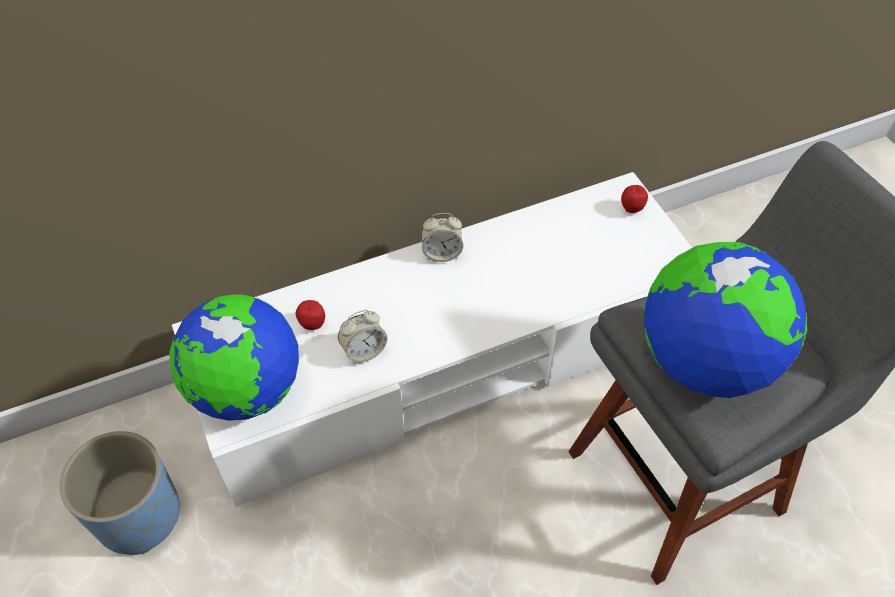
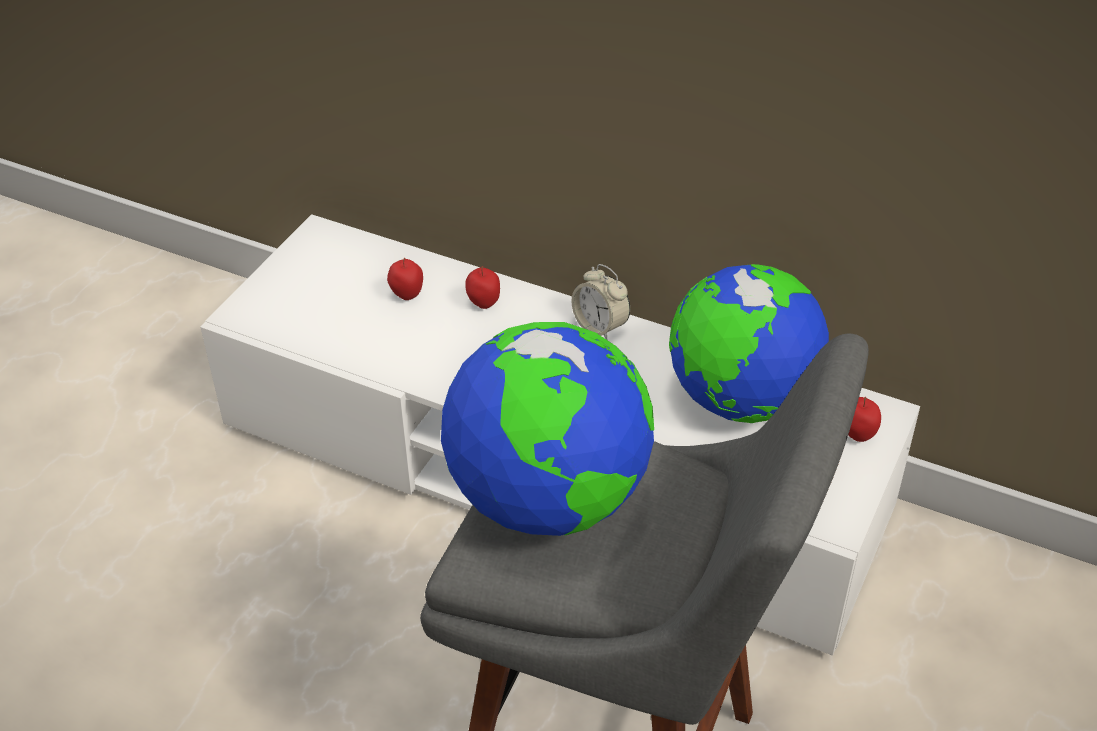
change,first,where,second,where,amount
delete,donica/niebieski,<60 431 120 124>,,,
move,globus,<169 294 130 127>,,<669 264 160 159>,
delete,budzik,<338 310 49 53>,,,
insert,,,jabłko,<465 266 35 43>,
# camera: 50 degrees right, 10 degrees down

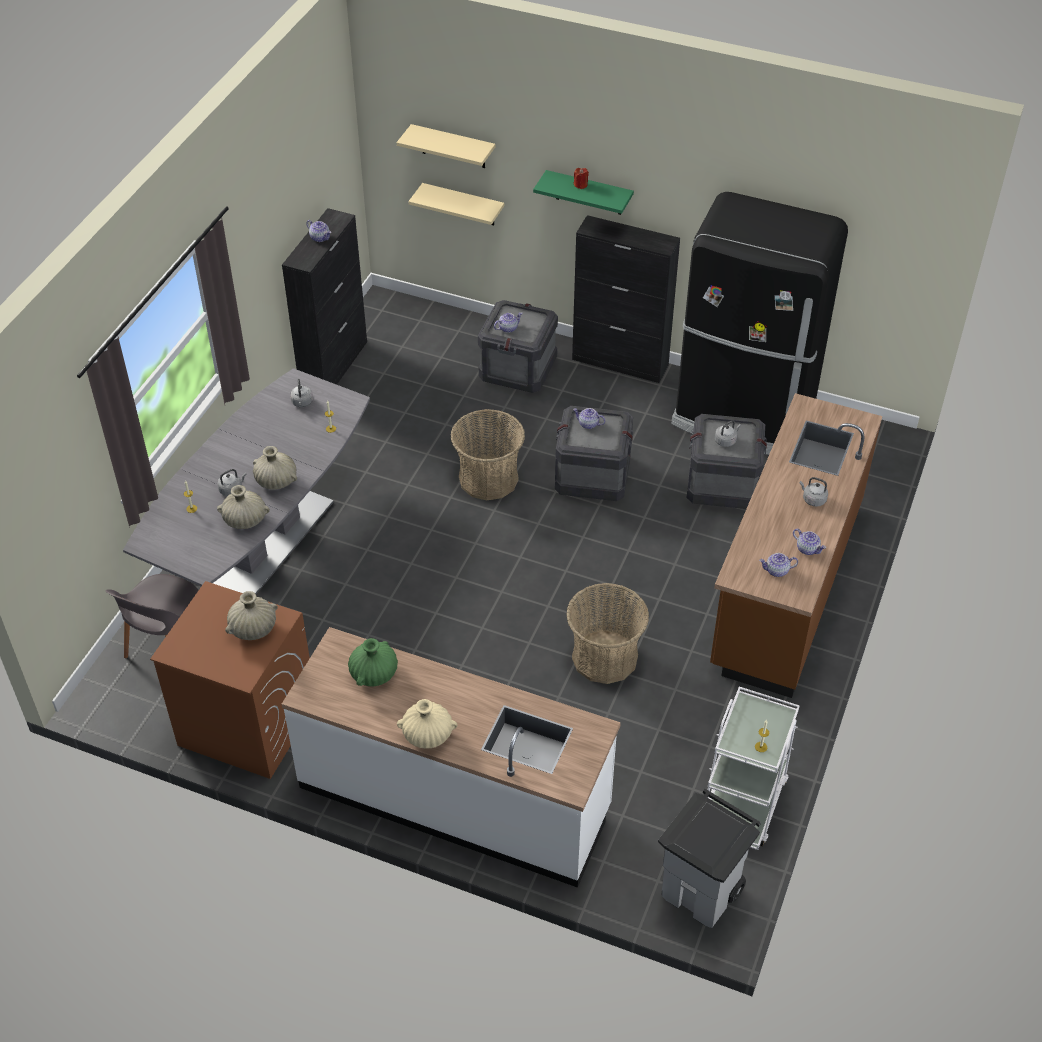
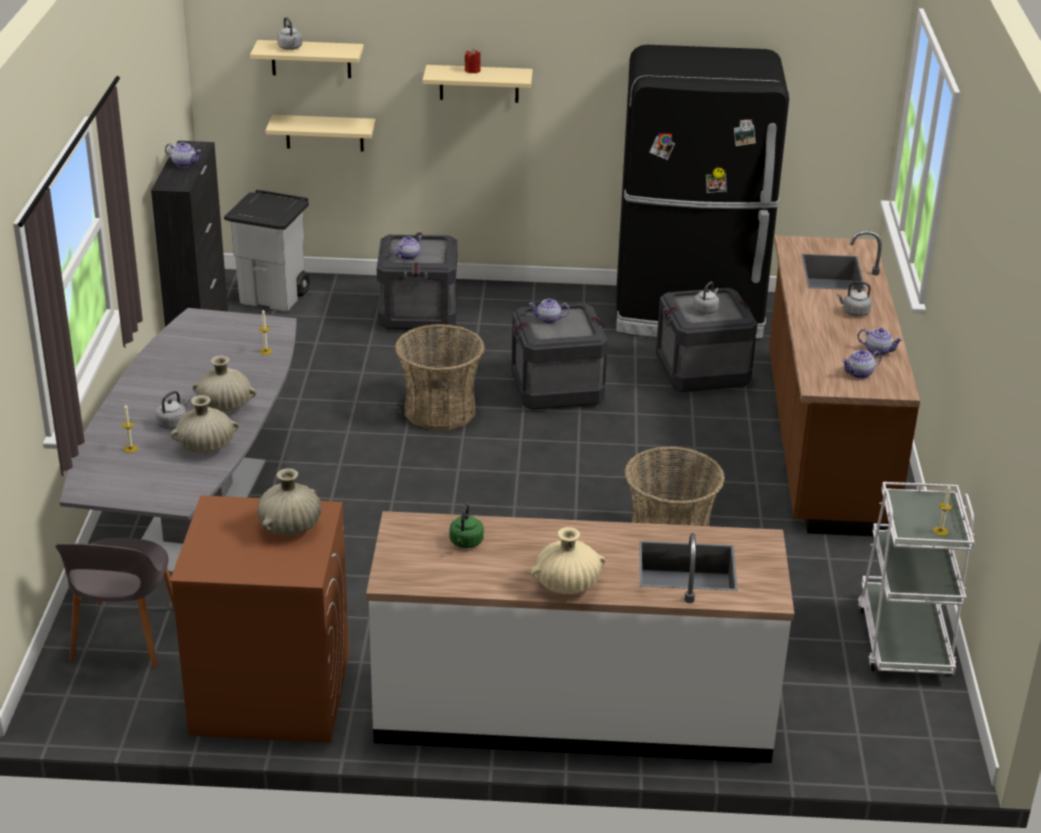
change,first,where,second,where,amount
move,czajnik/szary,<290 379 23 28>,,<277 17 25 33>,
replace,wazon/zielony,<348 638 50 48>,czajnik/zielony,<450 503 34 45>,
recolor,półka/zielony,<533 170 101 45>,półka/beżowy,<422 65 111 38>,
delete,szafka/czarny,<572 215 108 168>,,,
move,kosz na śmieci/szary,<658 789 103 139>,,<224 190 86 121>,
# camera: 20 degrees left, 15 degrees down

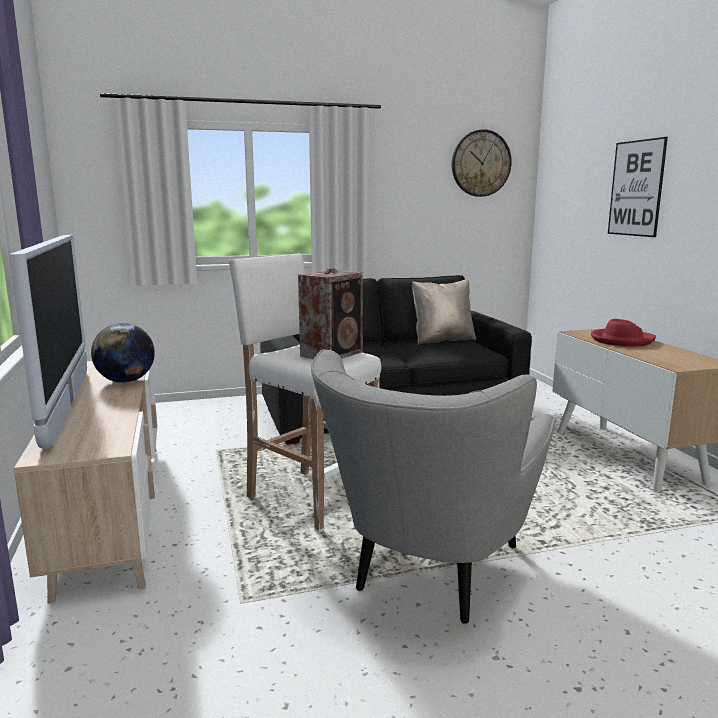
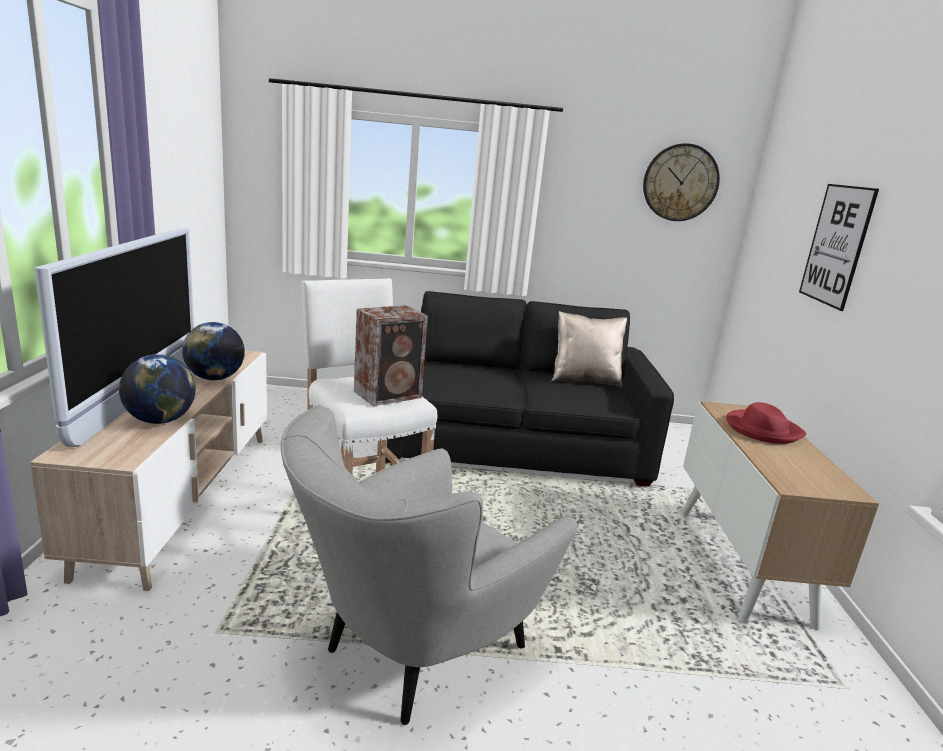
change,first,where,second,where,amount
insert,,,globus,<119 354 77 70>,
# camera: 15 degrees right, 5 degrees up

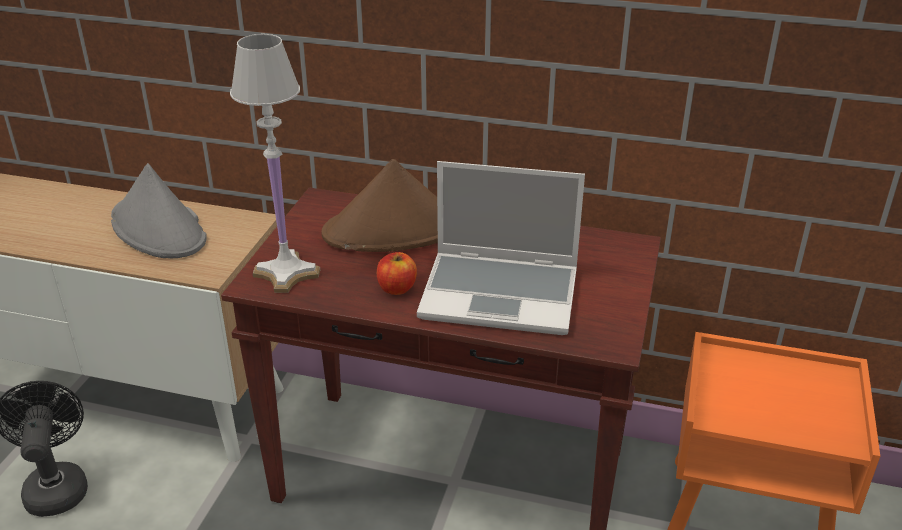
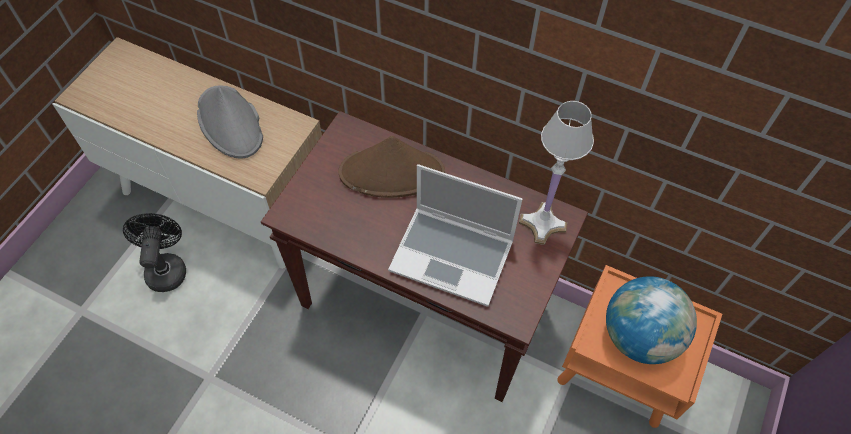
change,first,where,second,where,amount
move,lampa stołowa/biały,<230 34 90 259>,,<519 101 75 144>,
delete,jabłko,<377 252 40 43>,,,
insert,,,globus,<606 277 91 87>,
# camera: 10 degrees right, 25 degrees up

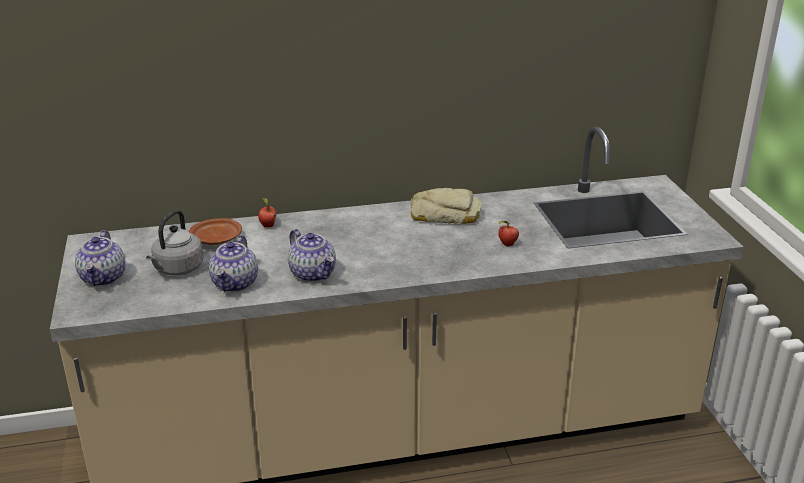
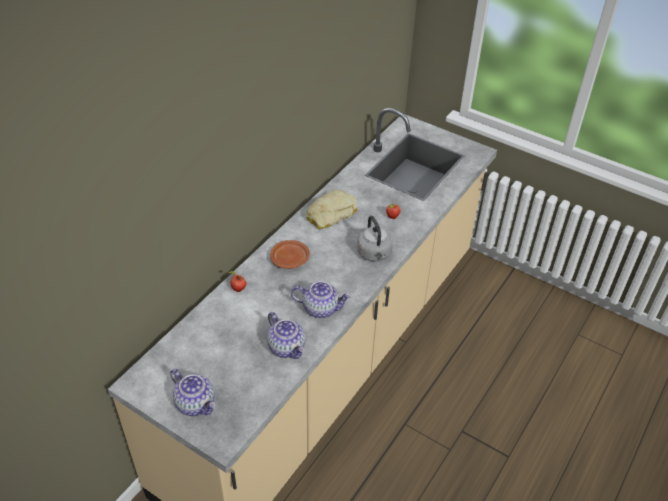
change,first,where,second,where,amount
move,czajnik/szary,<146 210 58 66>,,<357 216 36 45>,
move,talerz/brązowy,<189 218 53 27>,,<270 240 40 29>,
# camera: 45 degrees left, 15 degrees up

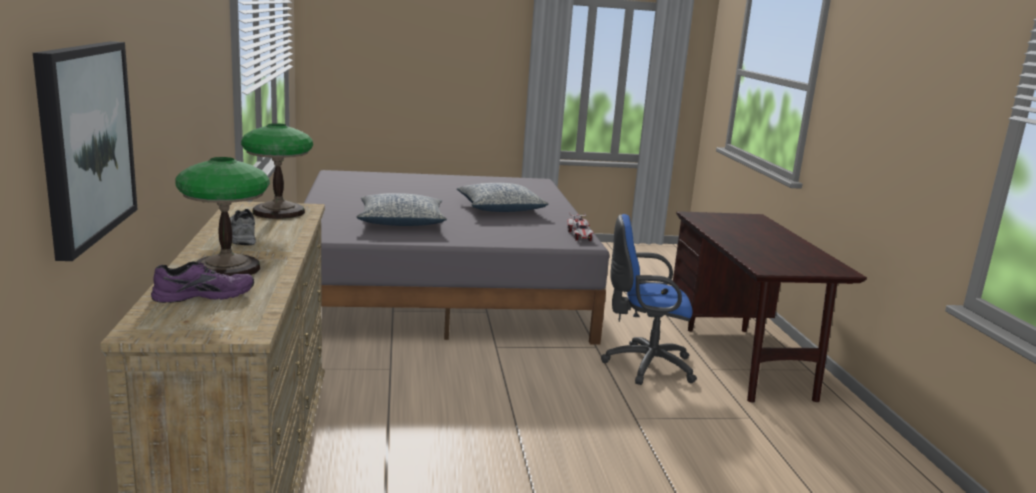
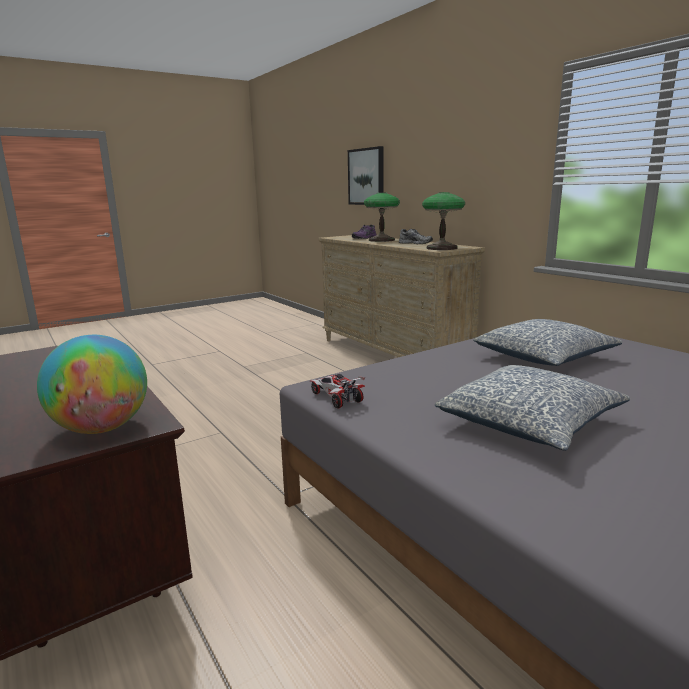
change,first,where,second,where,amount
delete,krzesło biurowe/niebieski,<601 214 96 171>,,,
insert,,,globus,<37 335 110 99>,
# camera: 155 degrees right, 0 degrees up

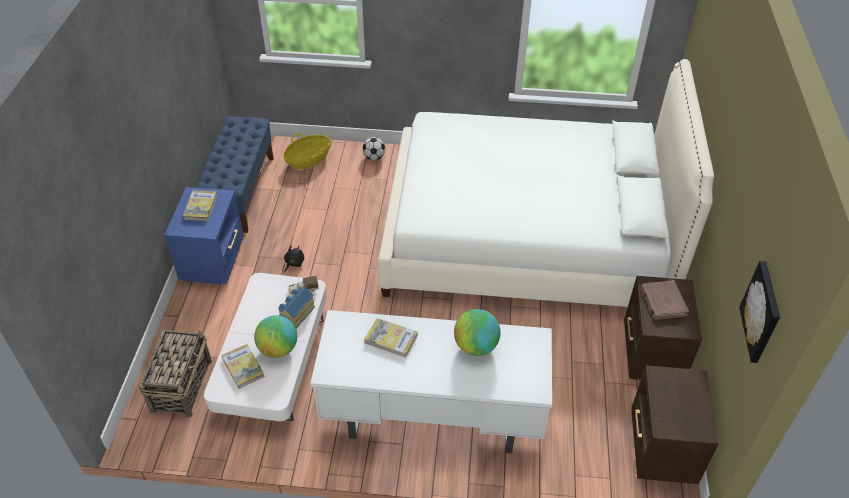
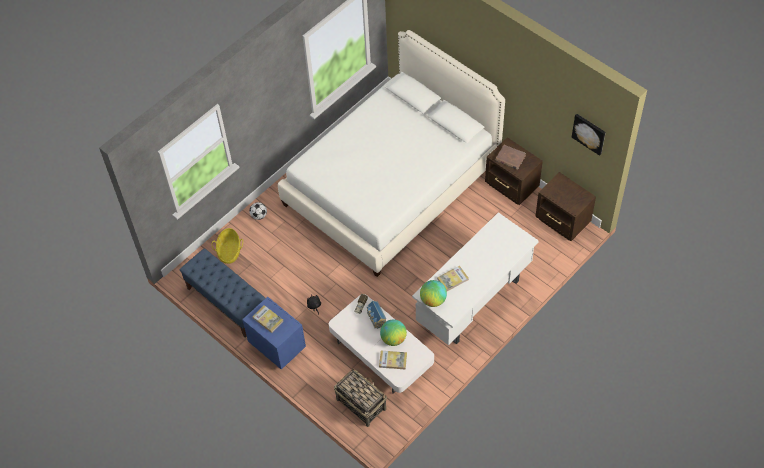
change,first,where,second,where,amount
move,globus,<454 309 47 47>,,<420 280 27 27>,
# camera: 50 degrees left, 10 degrees up

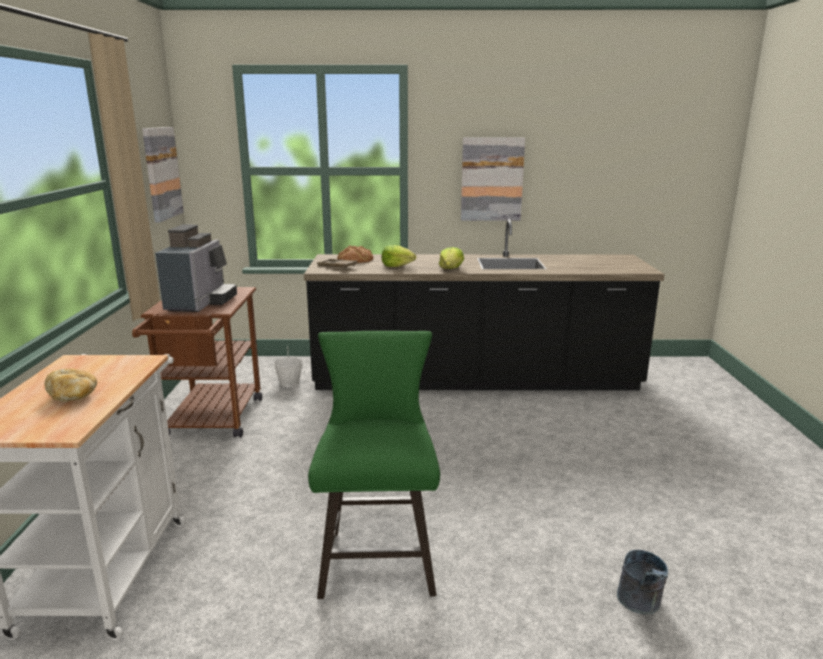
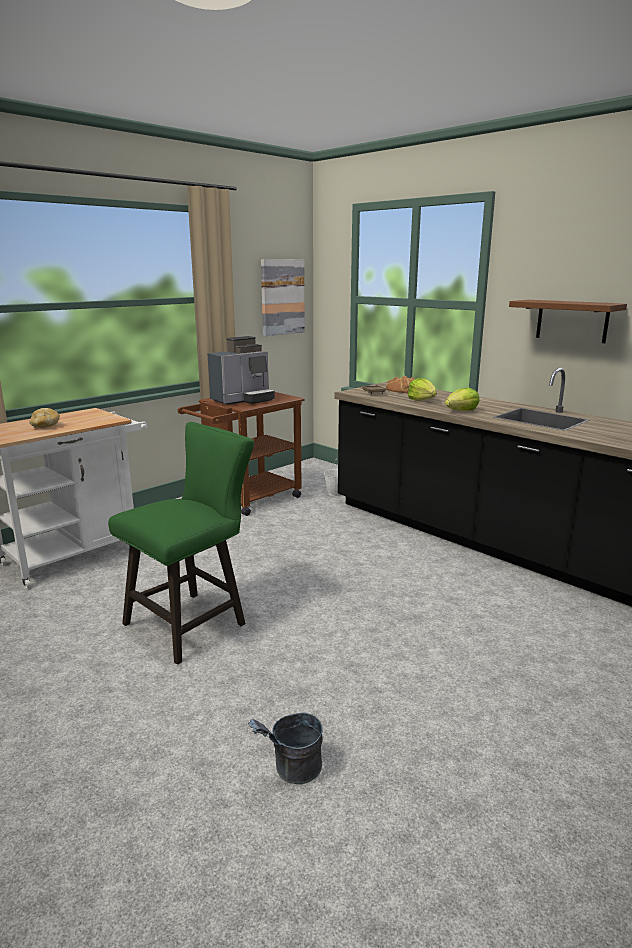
change,first,where,second,where,amount
replace,obraz,<461 137 64 84>,półka/brązowy,<509 300 118 43>,
# camera: 45 degrees right, 0 degrees up

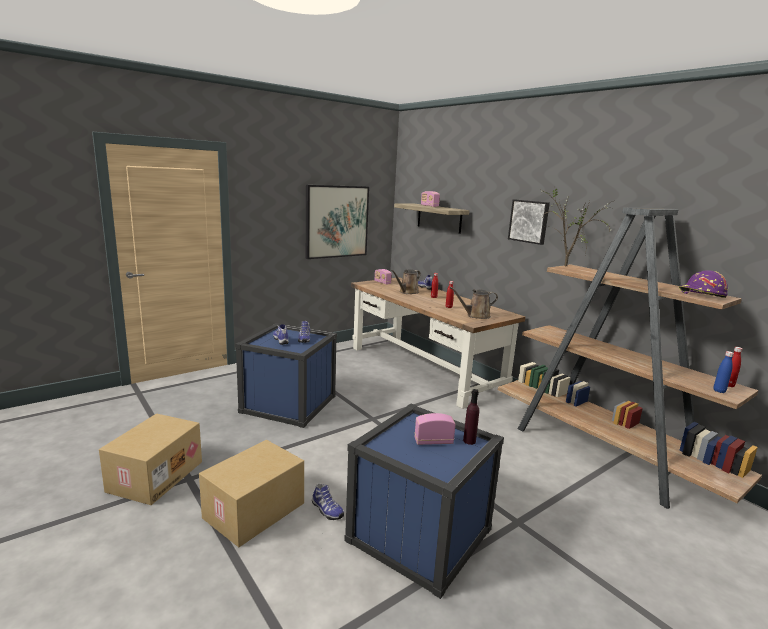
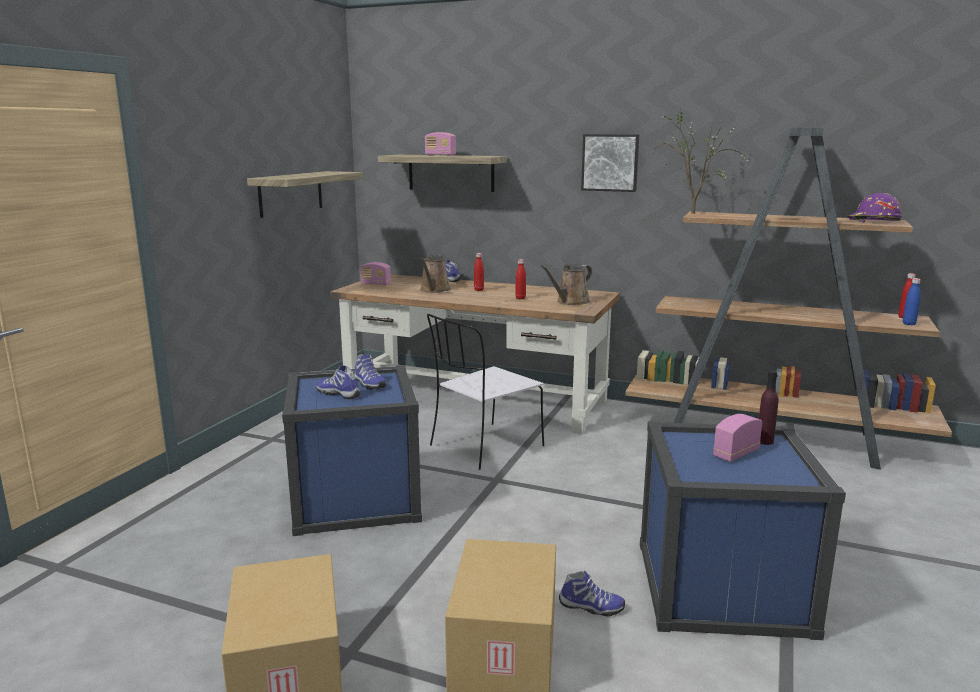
change,first,where,second,where,amount
replace,obraz,<306 185 63 74>,półka,<247 171 116 47>,
insert,,,krzesło/biały,<427 314 117 156>,
# camera: 30 degrees left, 0 degrees up

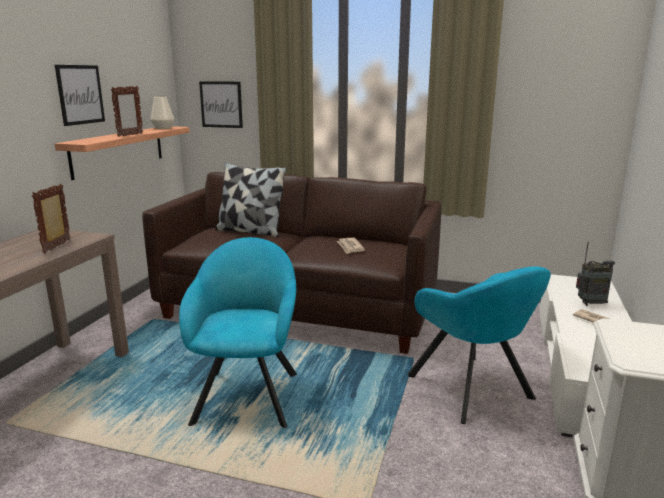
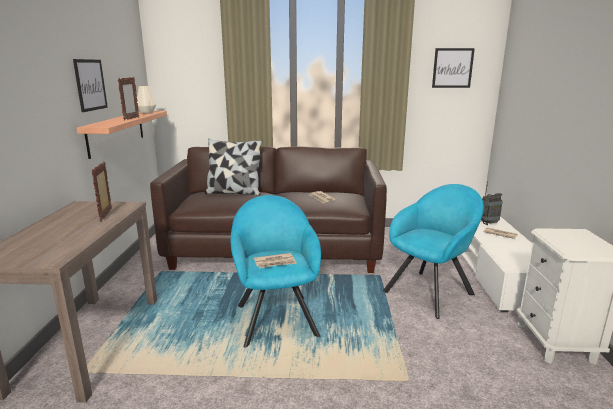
change,first,where,second,where,amount
move,obraz,<199 81 44 47>,,<432 48 43 40>,
rotate,fotel/turkusowy,<407 266 144 158>,,<383 184 101 135>,90 degrees counterclockwise
insert,,,gazeta,<254 253 43 15>,
# camera: 15 degrees left, 0 degrees up

